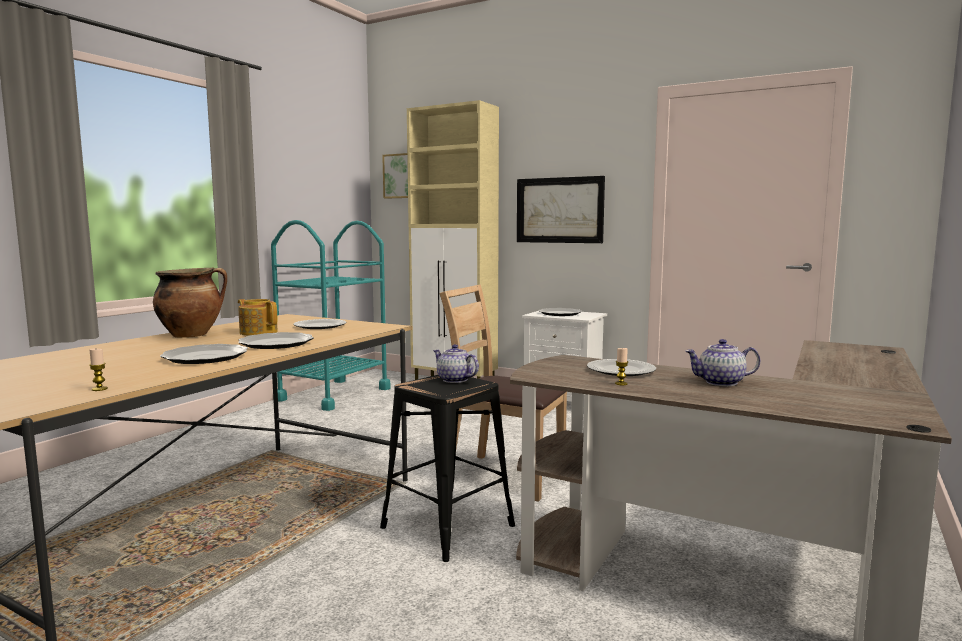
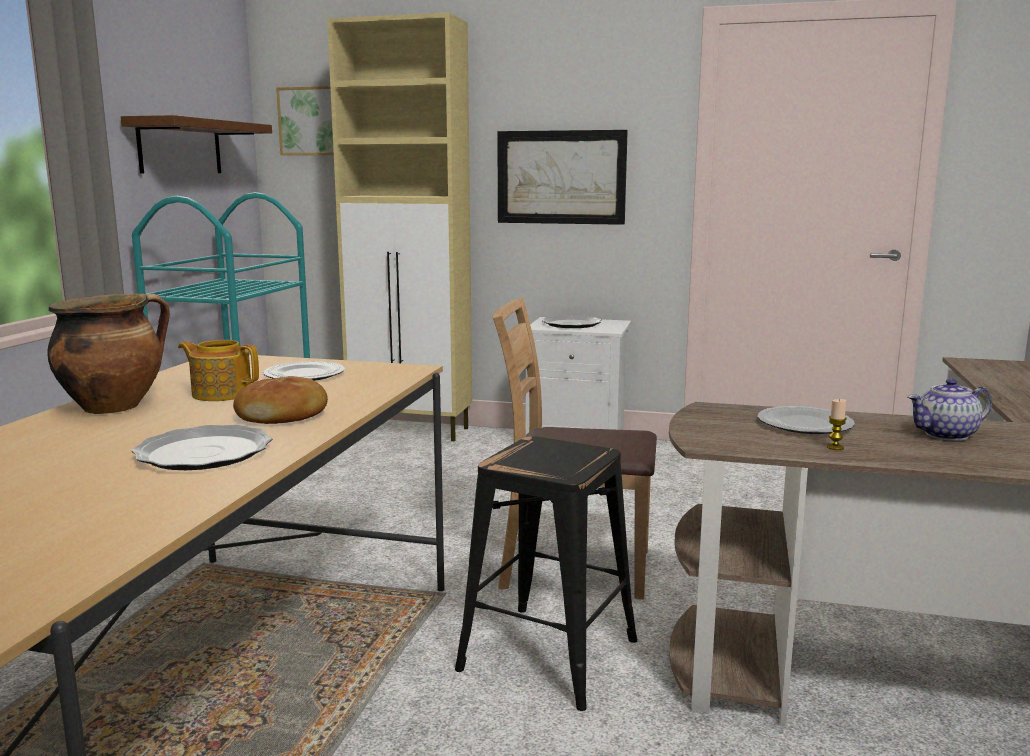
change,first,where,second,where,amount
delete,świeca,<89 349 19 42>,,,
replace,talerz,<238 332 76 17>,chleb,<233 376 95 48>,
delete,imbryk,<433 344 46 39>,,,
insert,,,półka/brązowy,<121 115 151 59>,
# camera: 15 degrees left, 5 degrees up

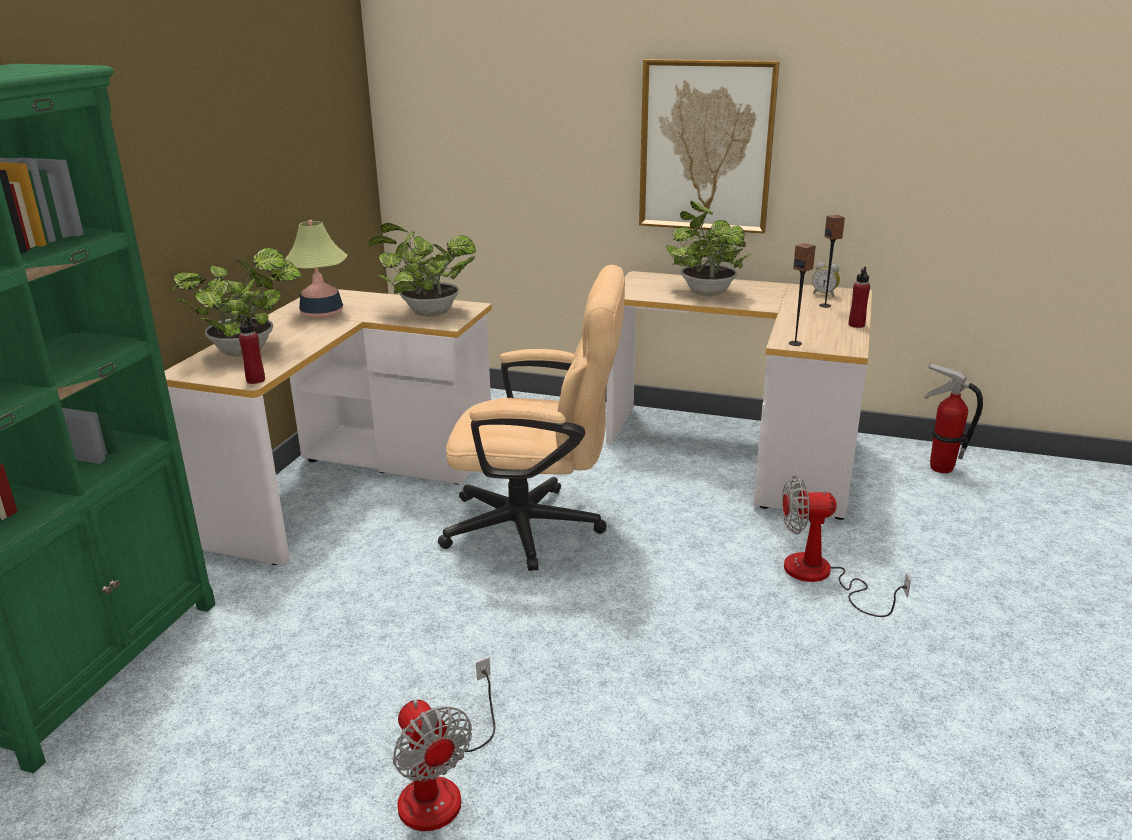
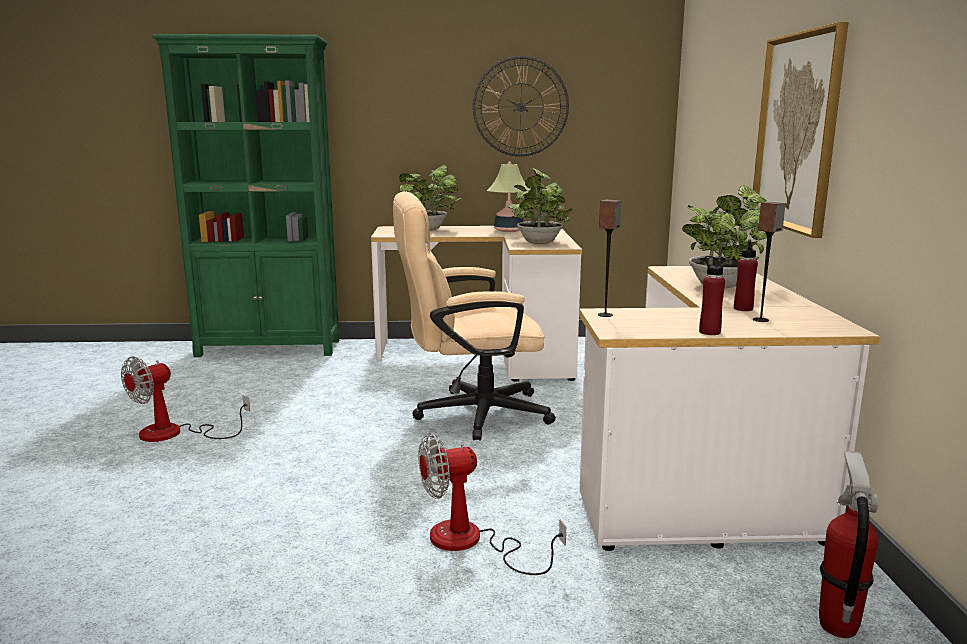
change,first,where,second,where,amount
move,butelka/czerwony,<239 315 26 69>,,<734 240 24 71>,
rotate,krzesło biurowe/beżowy,<438 265 187 306>,,<393 191 163 249>,90 degrees clockwise
rotate,wentylator,<782 476 129 141>,,<418 433 148 142>,90 degrees counterclockwise
delete,budzik,<812 262 28 35>,,,
insert,,,zegar ścienny,<473 56 96 100>,
# camera: 70 degrees right, 10 degrees down

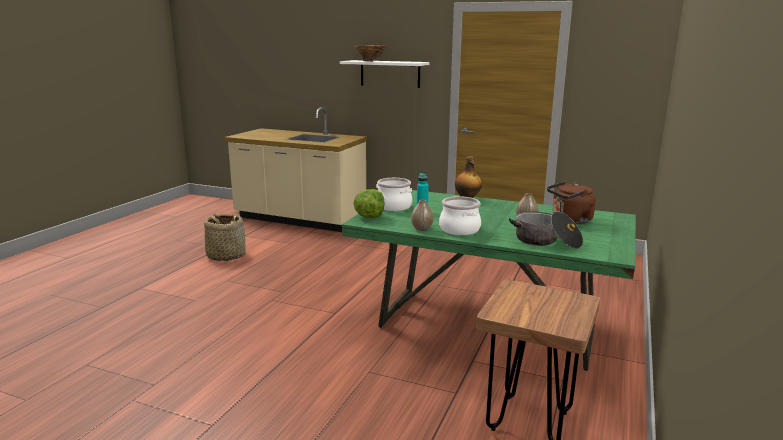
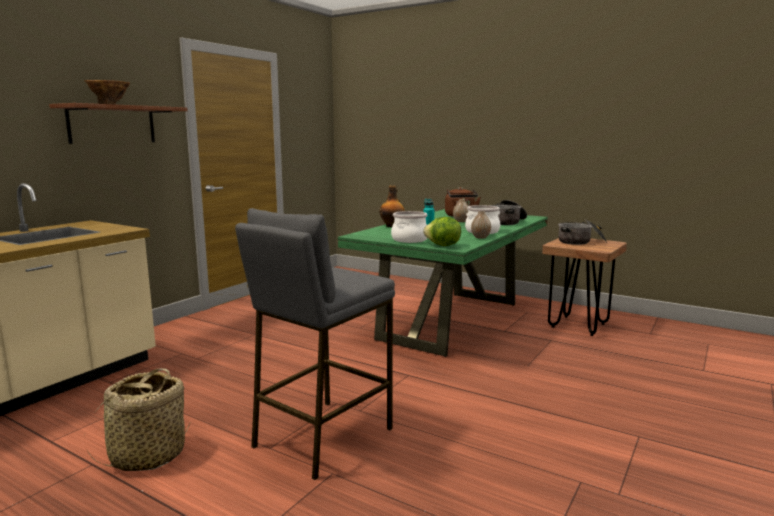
change,first,where,second,where,amount
recolor,półka/biały,<340 60 90 28>,półka/brązowy,<49 103 138 41>,
insert,,,stołek/szary,<235 208 160 272>,
insert,,,garnek,<558 220 49 25>,
# camera: 80 degrees left, 5 degrees down

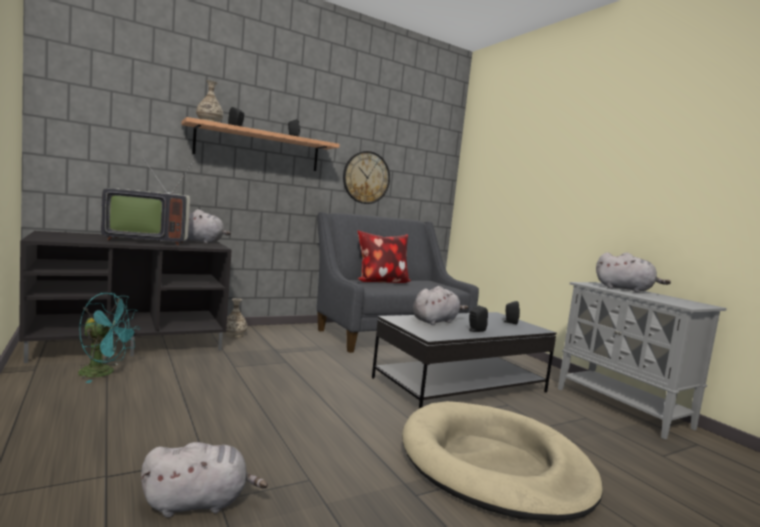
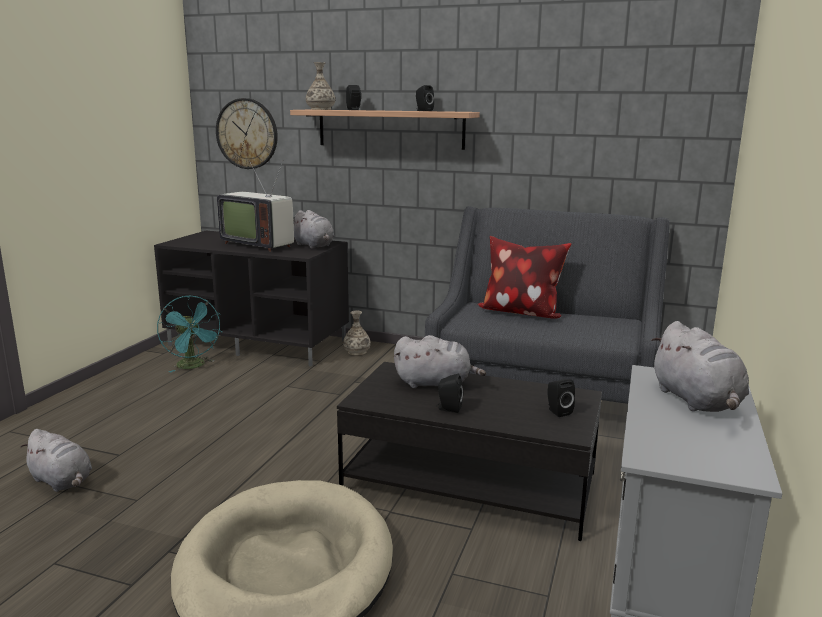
change,first,where,second,where,amount
move,zegar ścienny,<343 151 47 53>,,<216 98 62 71>,
# camera: 50 degrees right, 10 degrees up

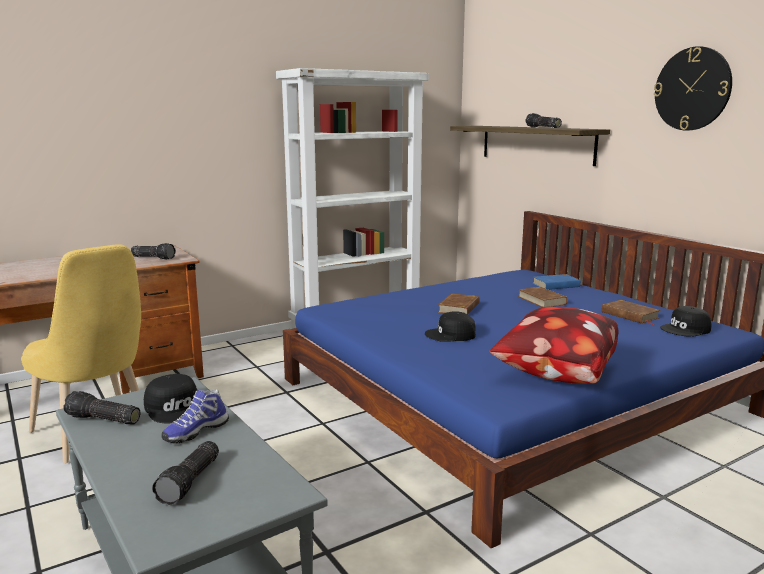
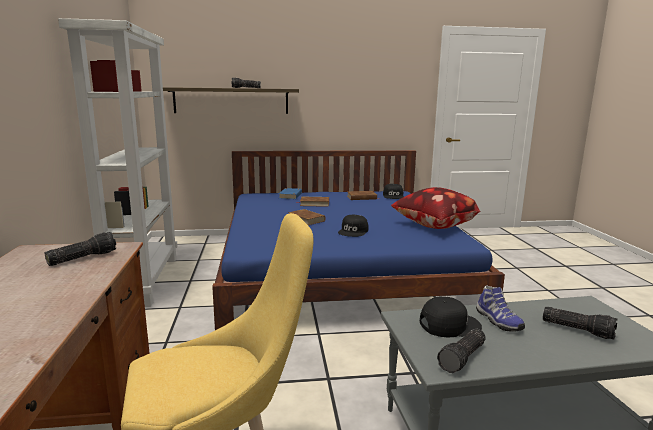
change,first,where,second,where,amount
delete,zegar ścienny,<654 46 78 85>,,,
# camera: 65 degrees left, 0 degrees up

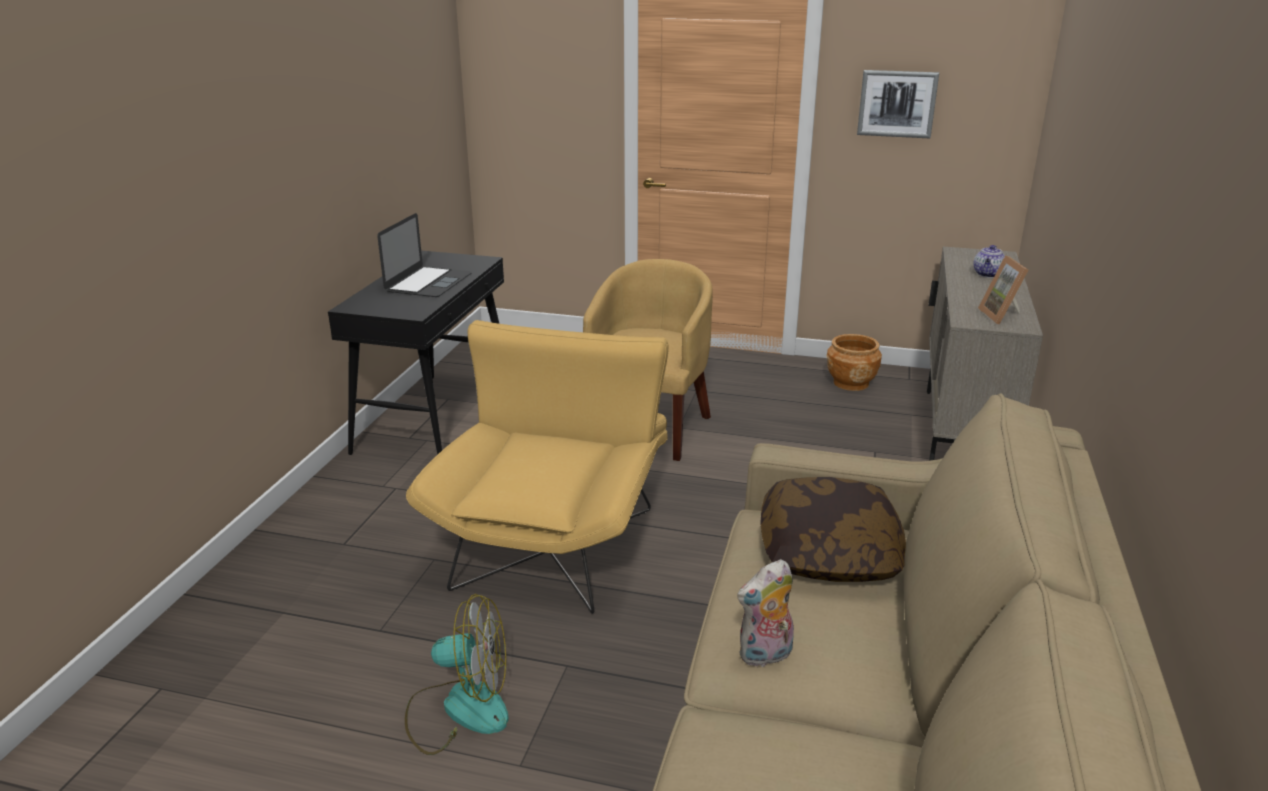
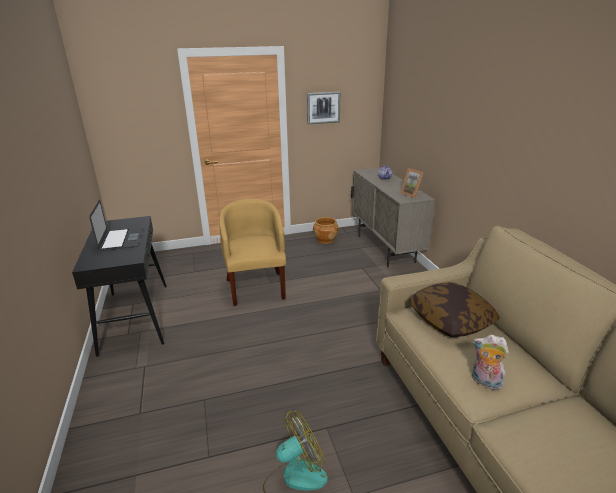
change,first,where,second,where,amount
delete,fotel/żółty,<406 320 263 294>,,,
rotate,pluszak,<737 559 57 109>,,<472 335 37 56>,90 degrees clockwise
# camera: 30 degrees left, 0 degrees up

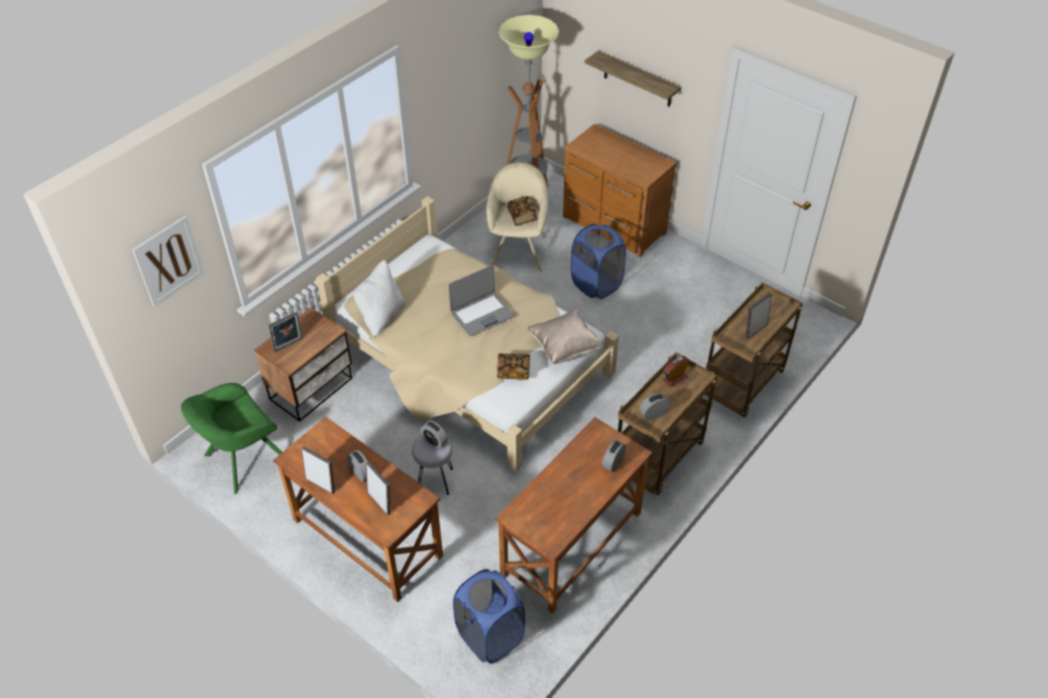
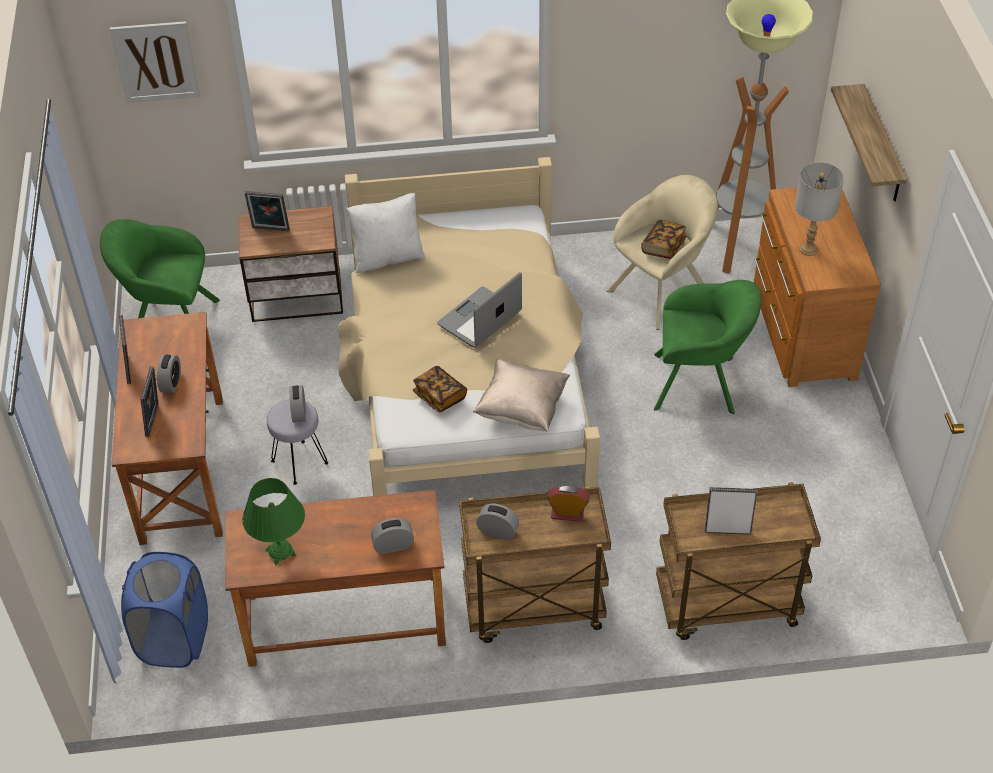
change,first,where,second,where,amount
rotate,laptop,<449 265 65 71>,,<437 272 85 76>,120 degrees clockwise
replace,kosz na pranie/niebieski,<571 224 55 75>,fotel/zielony,<654 280 108 134>,
insert,,,lampa stołowa/zielony,<242 478 63 87>,
insert,,,lampa stołowa/szary,<795 162 49 94>,
# camera: 45 degrees right, 0 degrees up

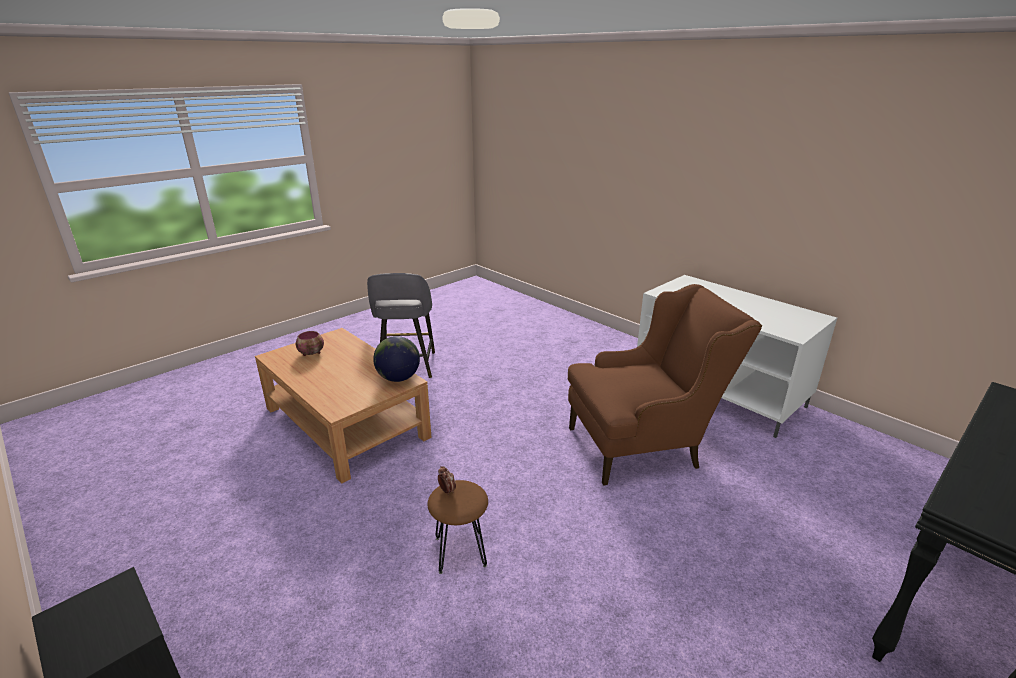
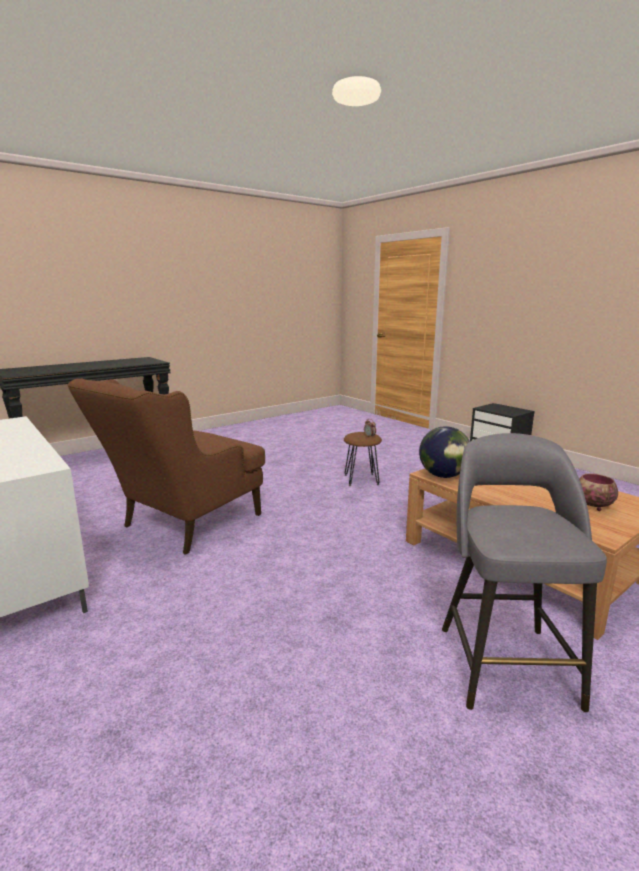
change,first,where,second,where,amount
rotate,fotel/brązowy,<568 284 194 202>,,<67 379 198 176>,45 degrees counterclockwise
# camera: 175 degrees left, 10 degrees down

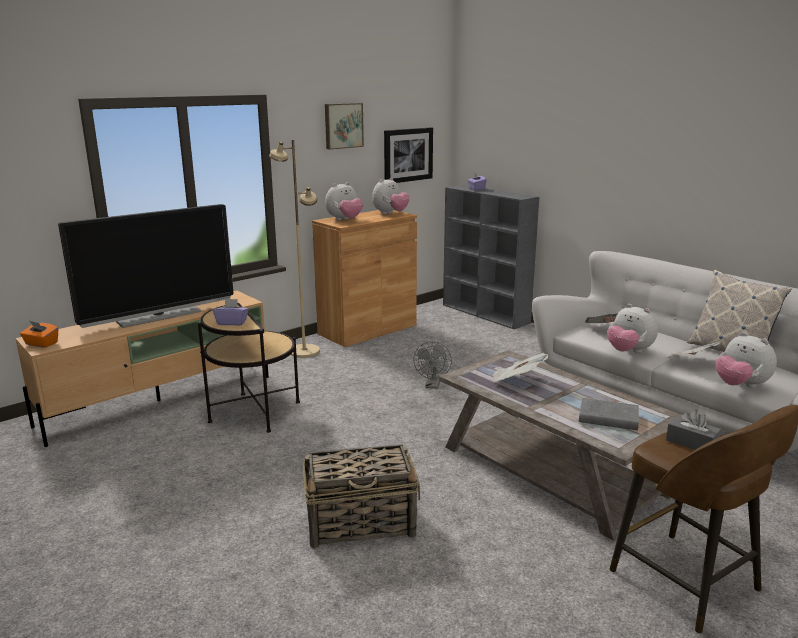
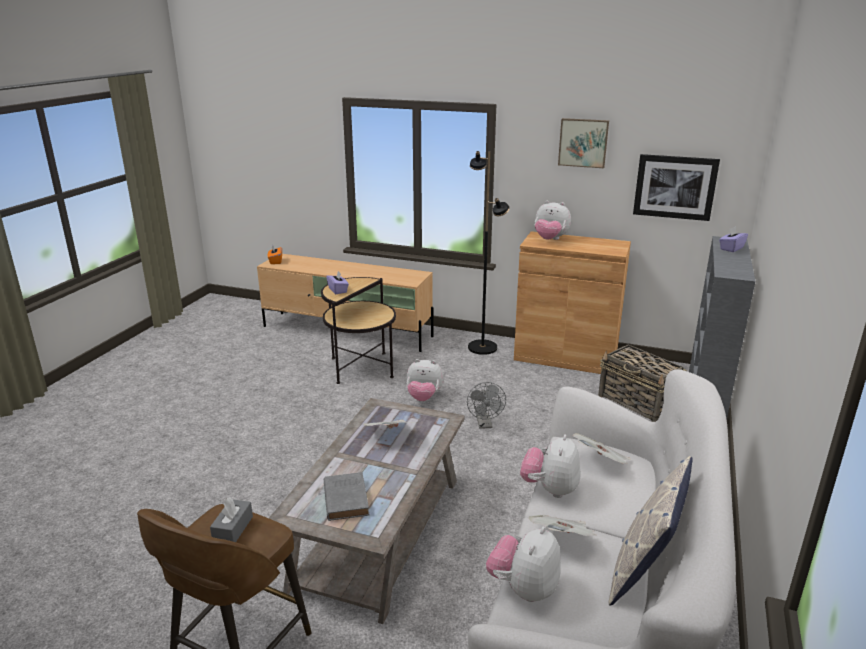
change,first,where,second,where,amount
delete,telewizor,<58 204 175 124>,,,
recolor,lampa stojąca/beżowy,<269 140 51 218>,lampa stojąca/czarny,<468 151 42 204>,
move,koszyk,<303 444 117 104>,,<598 344 89 78>,
move,pluszak,<372 177 38 37>,,<407 359 37 42>,
rotate,wentylator/szary,<413 341 39 48>,,<467 382 39 47>,75 degrees counterclockwise
# camera: 60 degrees right, 5 degrees up

